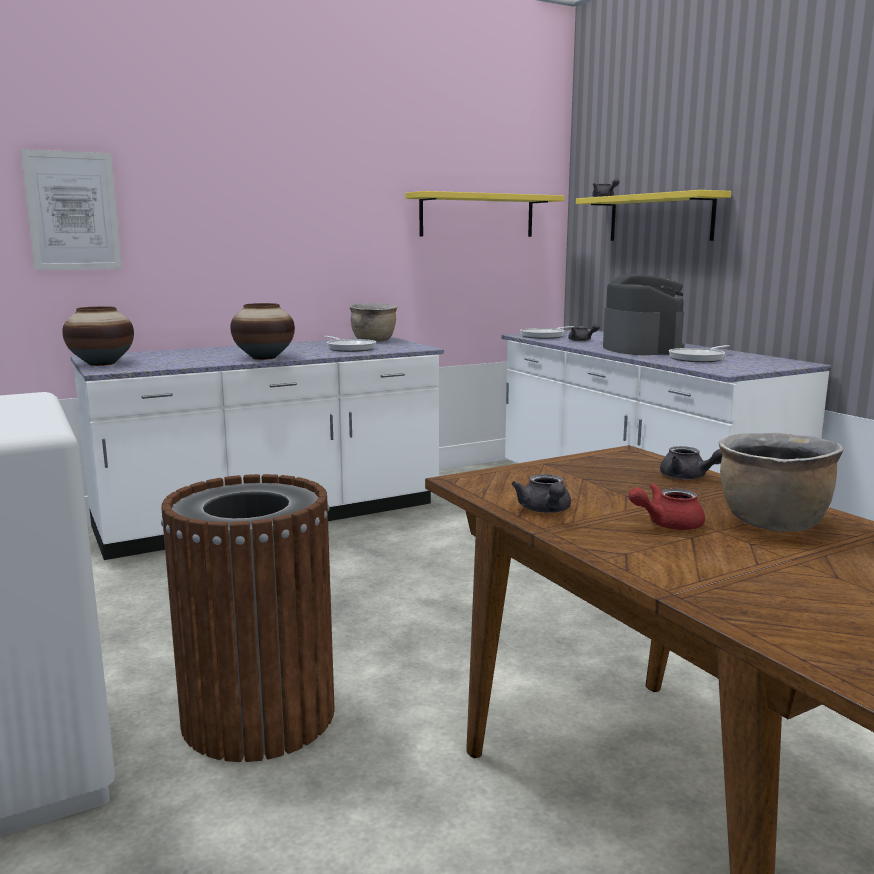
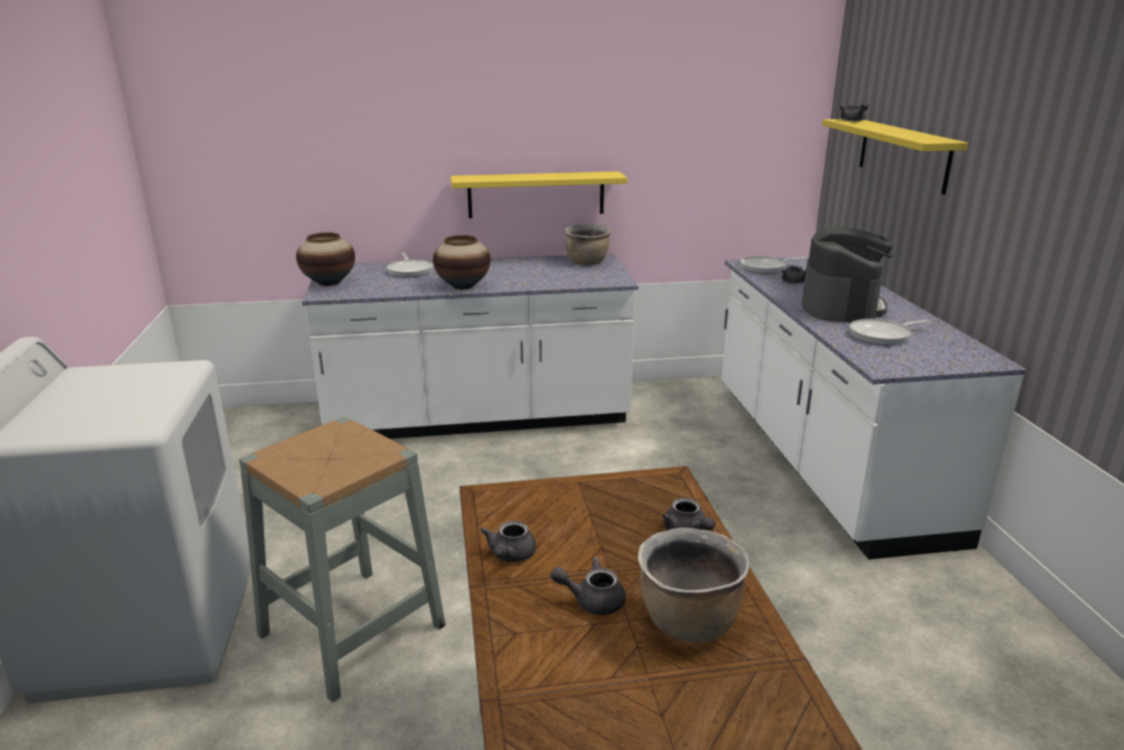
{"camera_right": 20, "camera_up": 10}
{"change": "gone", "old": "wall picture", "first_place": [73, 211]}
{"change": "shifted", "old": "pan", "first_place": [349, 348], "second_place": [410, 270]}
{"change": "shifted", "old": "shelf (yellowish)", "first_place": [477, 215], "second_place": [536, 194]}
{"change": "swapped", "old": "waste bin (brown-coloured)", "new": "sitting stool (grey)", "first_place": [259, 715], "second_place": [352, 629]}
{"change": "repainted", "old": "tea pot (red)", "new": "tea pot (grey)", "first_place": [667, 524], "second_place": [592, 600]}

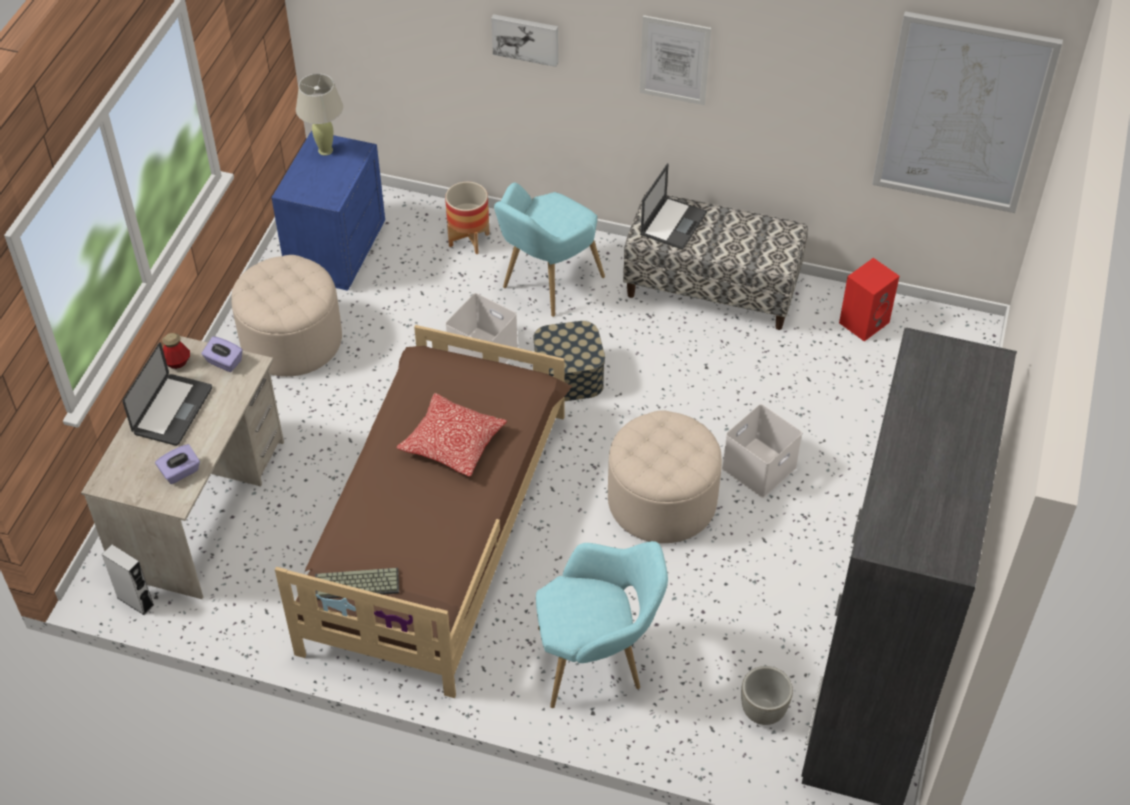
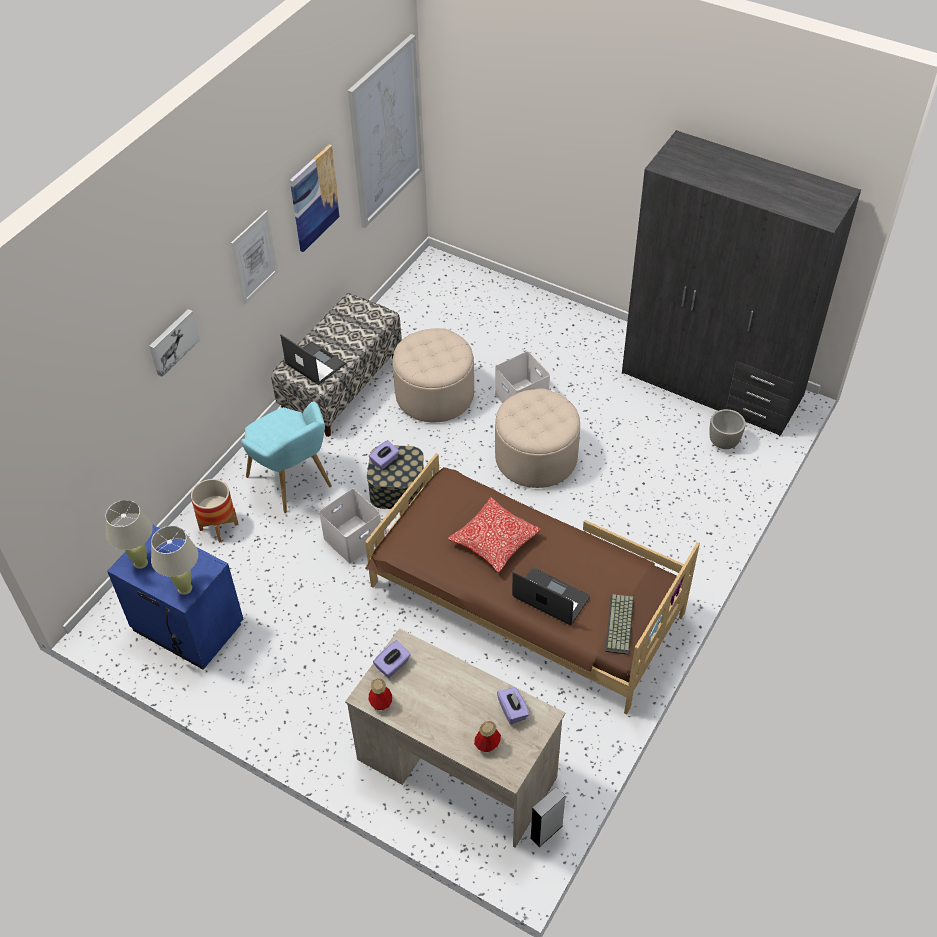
{"camera_right": -75, "camera_up": 0}
{"change": "gone", "old": "lounge chair (turquoise-coloured)", "first_place": [597, 661]}
{"change": "gone", "old": "audio speaker (red)", "first_place": [864, 321]}
{"change": "new", "new": "table lamp (beige)", "second_place": [185, 588]}
{"change": "new", "new": "wall picture", "second_place": [314, 198]}
{"change": "new", "new": "tissue holder (purplish)", "second_place": [384, 461]}
{"change": "new", "new": "bottle", "second_place": [487, 744]}
{"change": "shifted", "old": "portable computer", "first_place": [173, 411], "second_place": [551, 597]}
{"change": "shifted", "old": "ottoman (beige)", "first_place": [292, 340], "second_place": [434, 395]}

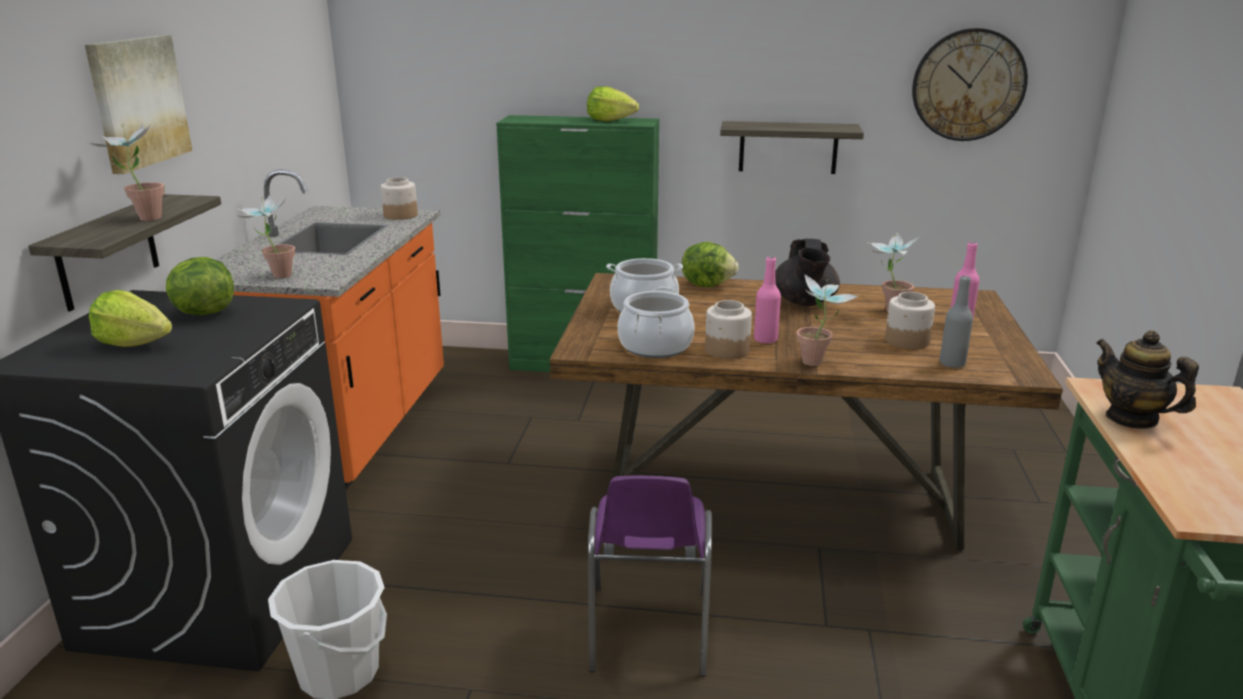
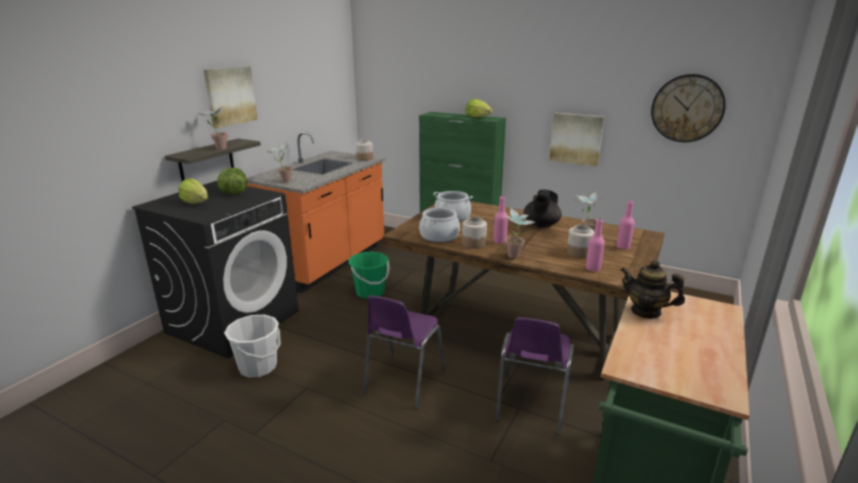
{"camera_right": 20, "camera_up": 0}
{"change": "gone", "old": "head of lettuce", "first_place": [707, 284]}
{"change": "new", "new": "pail (greenish)", "second_place": [370, 292]}
{"change": "new", "new": "chair (purplish)", "second_place": [531, 405]}
{"change": "swapped", "old": "shelf", "new": "wall picture", "first_place": [788, 147], "second_place": [576, 138]}
{"change": "repainted", "old": "bottle (grey)", "new": "bottle (pink-coloured)", "first_place": [952, 364], "second_place": [593, 268]}
{"change": "rotated", "old": "tea pot", "first_place": [1132, 418], "second_place": [646, 311], "degrees": -45}

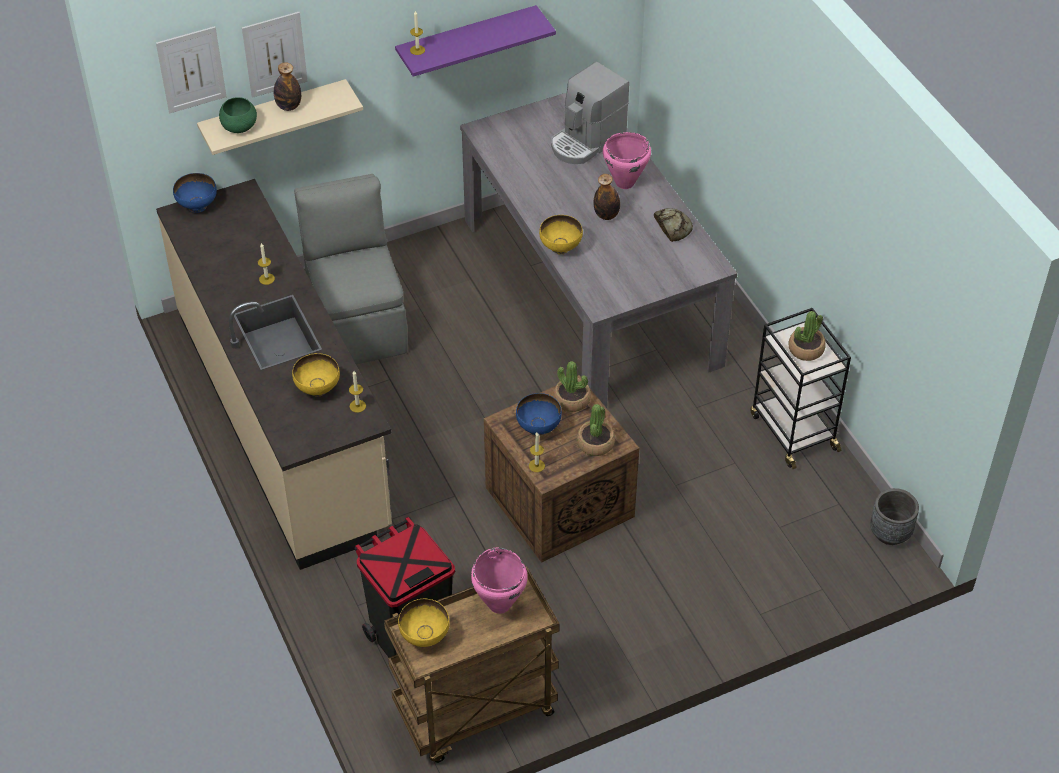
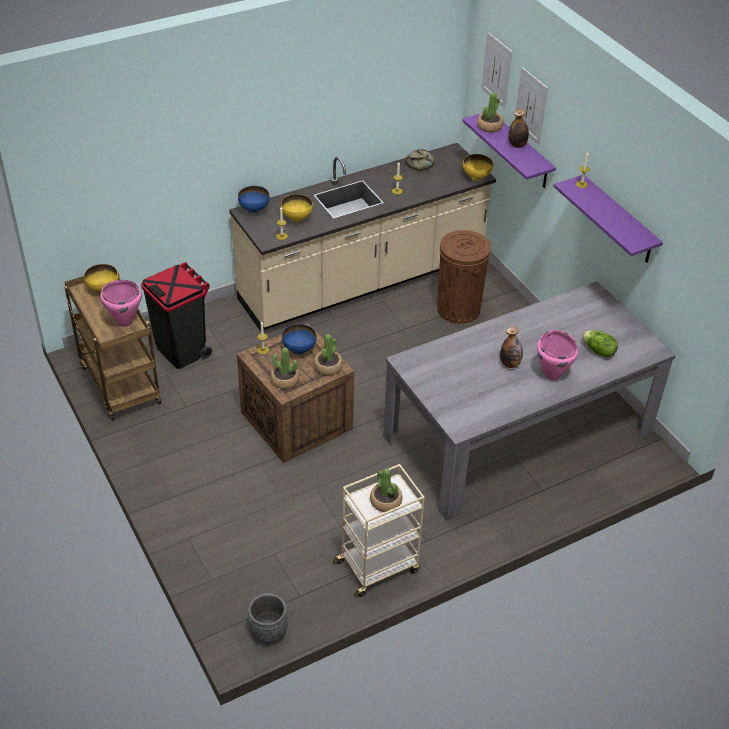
{"camera_right": 85, "camera_up": -5}
{"change": "shifted", "old": "deep dish (bluish)", "first_place": [198, 206], "second_place": [254, 210]}
{"change": "shifted", "old": "deep dish (yellowish)", "first_place": [560, 248], "second_place": [476, 177]}
{"change": "shifted", "old": "bread", "first_place": [672, 227], "second_place": [421, 163]}
{"change": "swapped", "old": "deep dish (greenish)", "new": "houseplant", "first_place": [239, 127], "second_place": [489, 126]}
{"change": "swapped", "old": "chair (grey)", "new": "waste bin (brown-coloured)", "first_place": [357, 323], "second_place": [458, 309]}
{"change": "swapped", "old": "coffee machine", "new": "head of lettuce", "first_place": [586, 141], "second_place": [598, 351]}
{"change": "repainted", "old": "shelf (beige)", "new": "shelf (purplish)", "first_place": [274, 116], "second_place": [520, 151]}
{"change": "repainted", "old": "wheeled cart (blackish)", "new": "wheeled cart (beige)", "first_place": [792, 431], "second_place": [378, 566]}

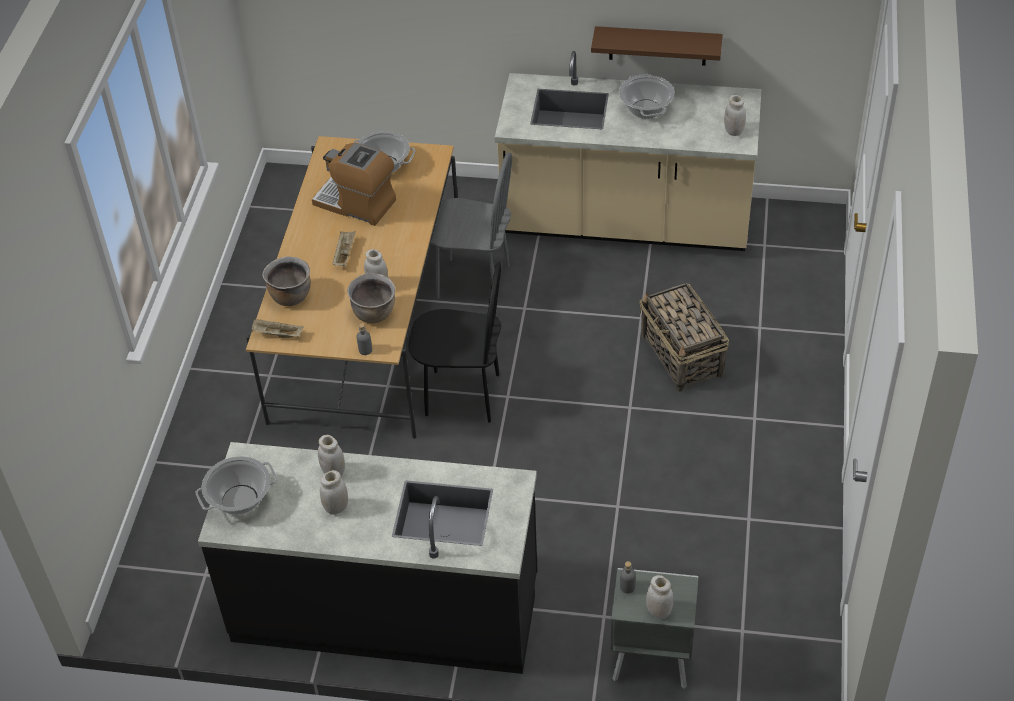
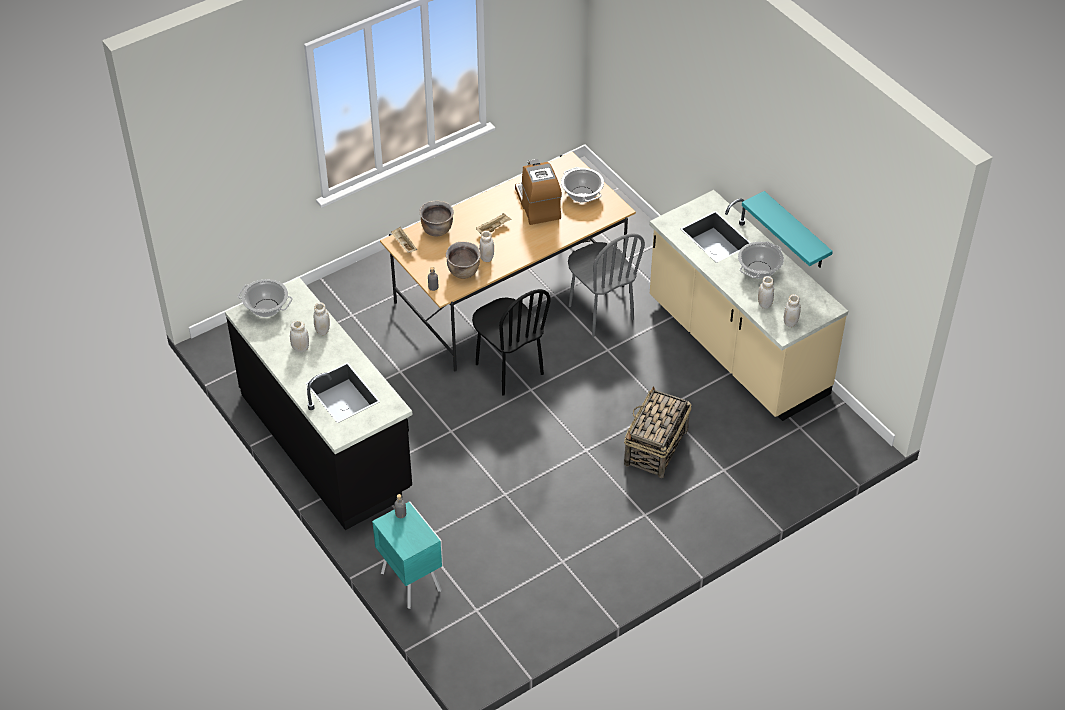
{"camera_right": 45, "camera_up": 0}
{"change": "shifted", "old": "preserve jar (white)", "first_place": [658, 611], "second_place": [764, 304]}
{"change": "repainted", "old": "shelf (brown-coloured)", "new": "shelf (turquoise-coloured)", "first_place": [657, 46], "second_place": [796, 232]}
{"change": "repainted", "old": "night table (grey)", "new": "night table (turquoise-coloured)", "first_place": [649, 661], "second_place": [411, 580]}

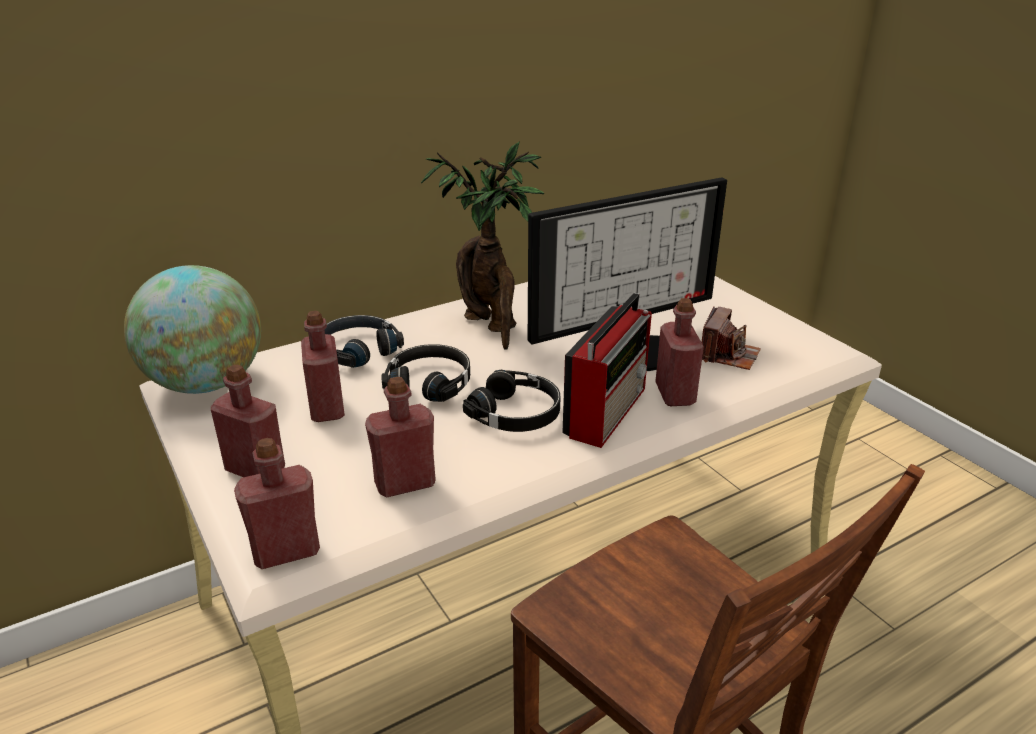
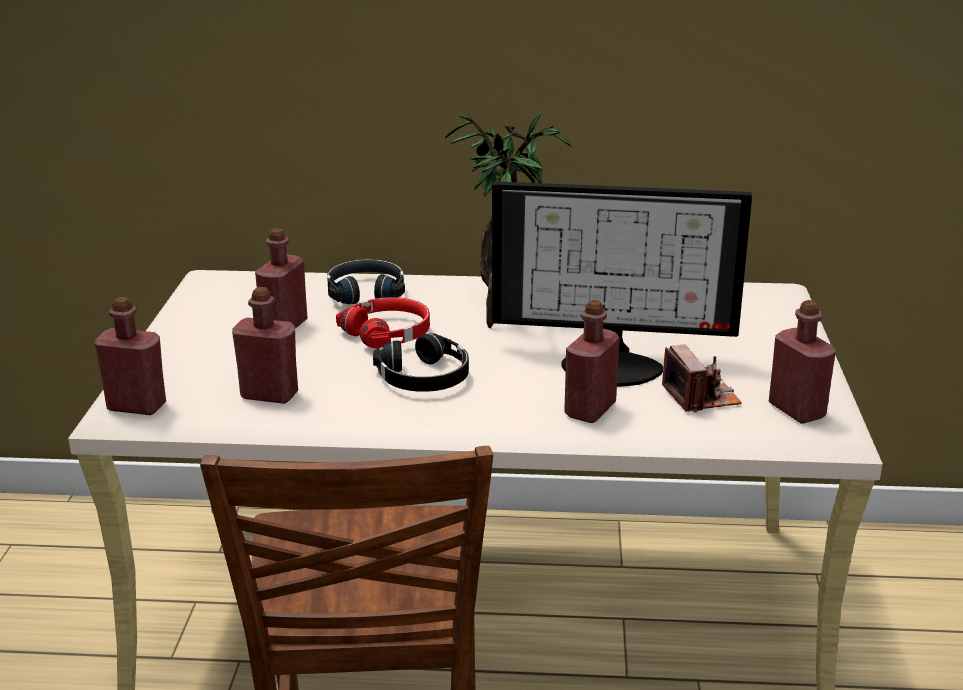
{"camera_right": 35, "camera_up": -5}
{"change": "gone", "old": "world globe", "first_place": [206, 384]}
{"change": "gone", "old": "radio", "first_place": [607, 410]}
{"change": "shifted", "old": "bottle (red)", "first_place": [255, 470], "second_place": [796, 410]}
{"change": "repainted", "old": "pair of headphones (blackish)", "new": "pair of headphones (red)", "first_place": [430, 382], "second_place": [388, 333]}
{"change": "rotated", "old": "photo camera", "first_place": [728, 355], "second_place": [701, 397], "degrees": -75}

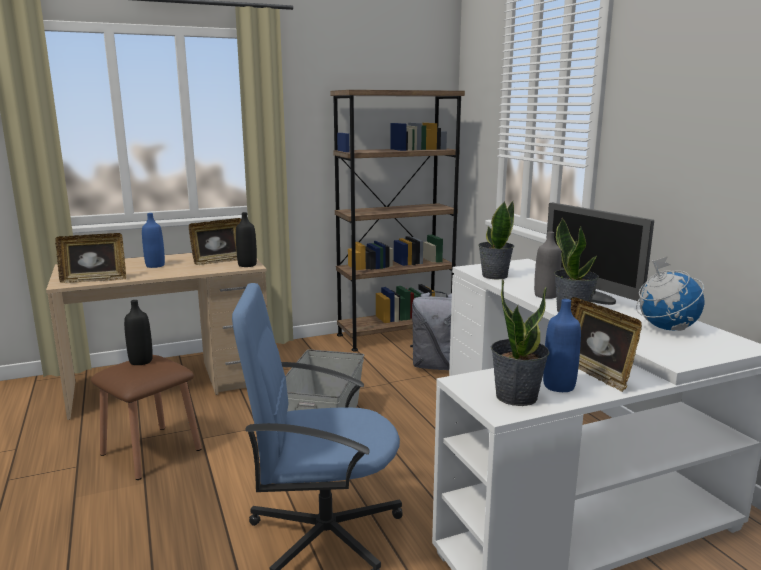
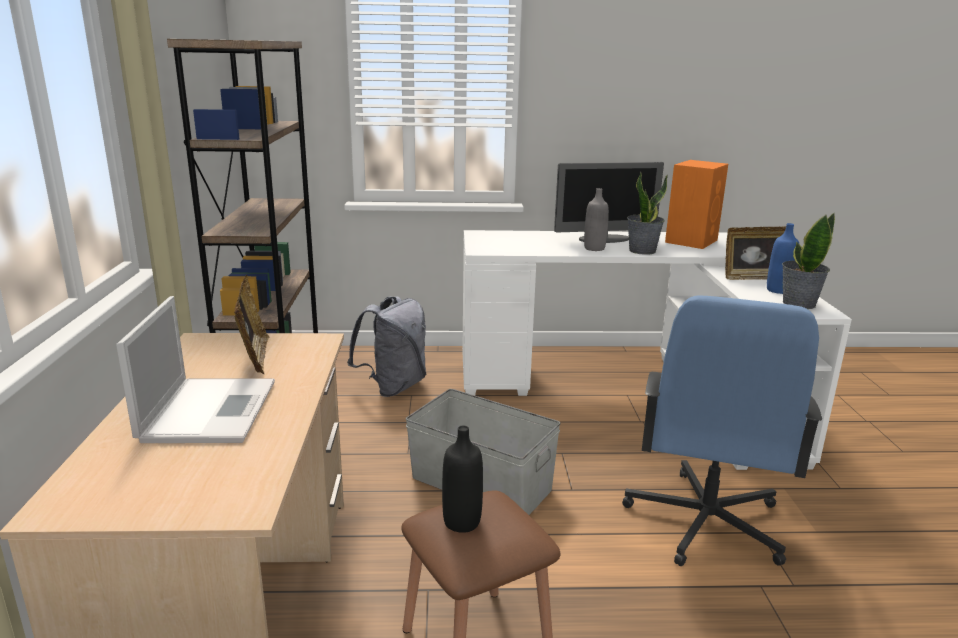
{"camera_right": -70, "camera_up": 5}
{"change": "gone", "old": "photo frame", "first_place": [94, 280]}
{"change": "gone", "old": "bottle (blackish)", "first_place": [247, 265]}
{"change": "gone", "old": "houseplant", "first_place": [494, 276]}
{"change": "swapped", "old": "bottle (bluish)", "new": "portable computer", "first_place": [155, 265], "second_place": [210, 409]}
{"change": "swapped", "old": "world globe", "new": "audio speaker (orange)", "first_place": [666, 328], "second_place": [692, 241]}

